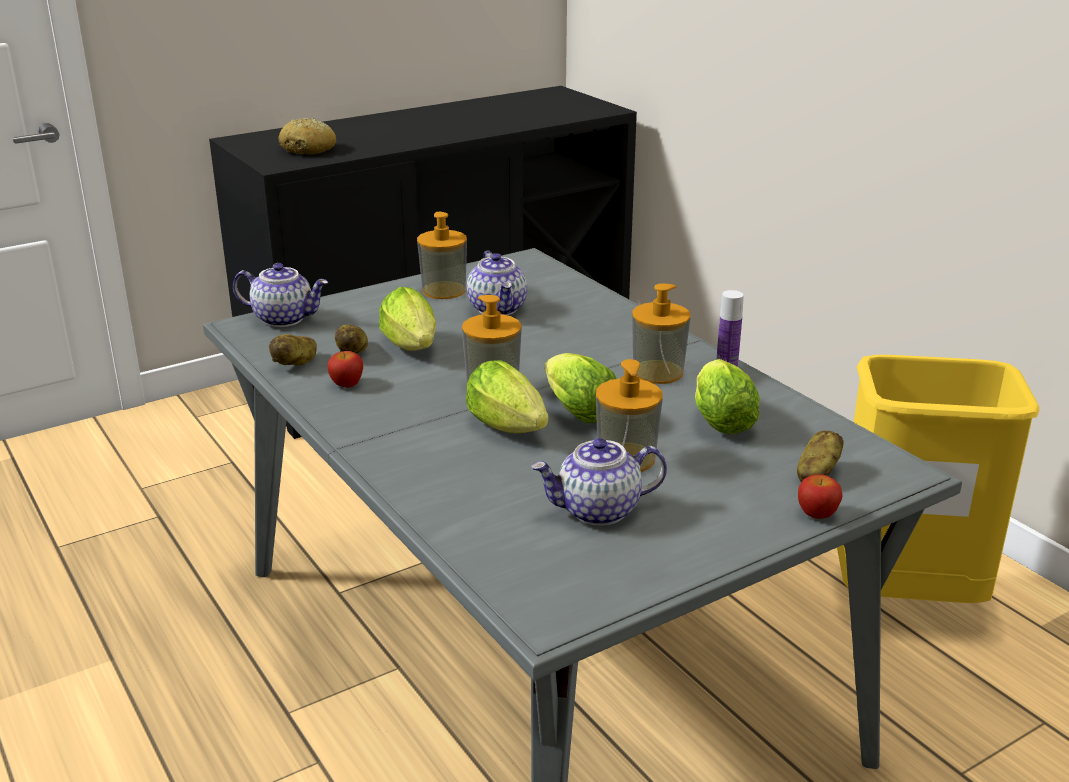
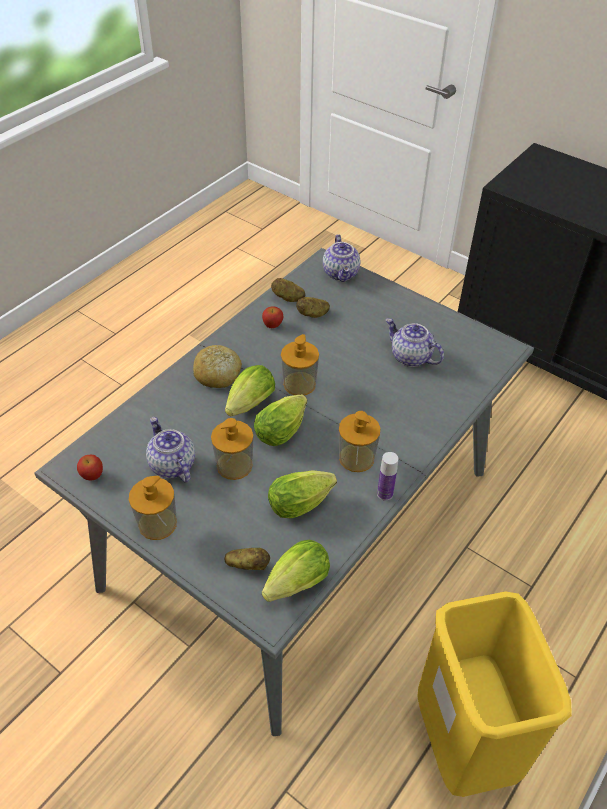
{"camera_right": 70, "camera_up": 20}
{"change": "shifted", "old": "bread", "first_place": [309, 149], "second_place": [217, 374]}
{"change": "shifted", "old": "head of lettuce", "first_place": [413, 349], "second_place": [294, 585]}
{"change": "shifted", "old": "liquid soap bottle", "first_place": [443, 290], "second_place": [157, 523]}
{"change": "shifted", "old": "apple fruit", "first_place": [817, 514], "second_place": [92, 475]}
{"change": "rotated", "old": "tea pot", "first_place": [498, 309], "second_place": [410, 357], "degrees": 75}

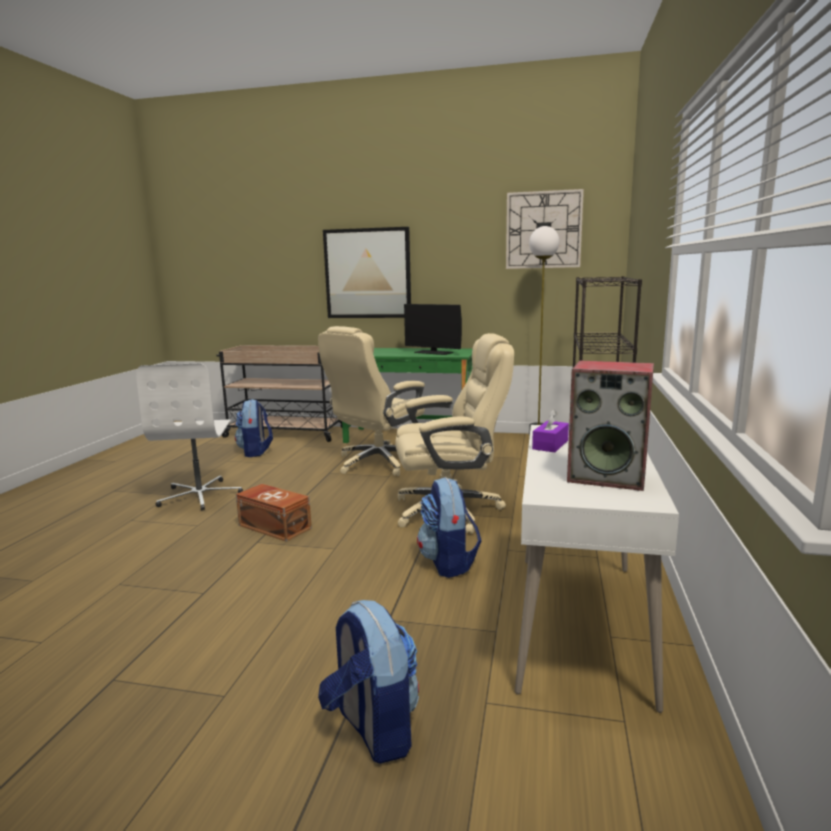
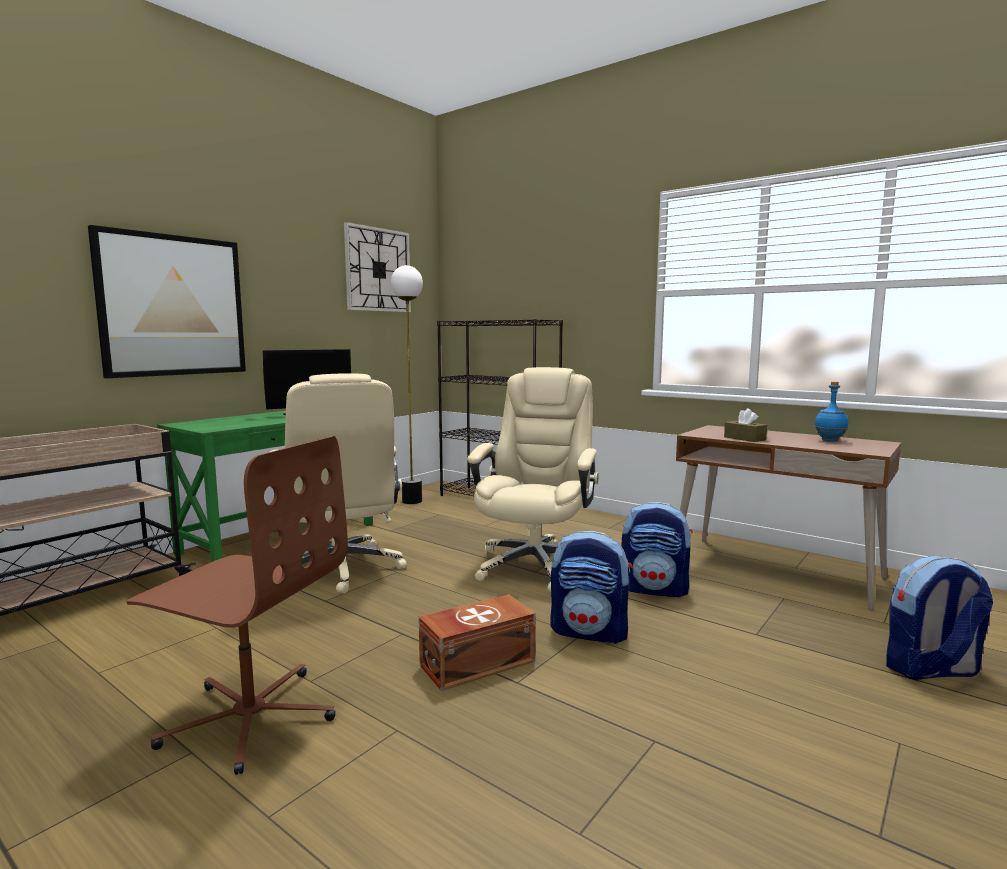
{"camera_right": -65, "camera_up": -5}
{"change": "shifted", "old": "backpack", "first_place": [256, 452], "second_place": [590, 632]}
{"change": "swapped", "old": "audio speaker", "new": "bottle (bluish)", "first_place": [608, 476], "second_place": [829, 440]}
{"change": "repainted", "old": "computer chair (white)", "new": "computer chair (brown-coloured)", "first_place": [200, 495], "second_place": [250, 717]}
{"change": "repainted", "old": "desk unit (white)", "new": "desk unit (brown-coloured)", "first_place": [581, 622], "second_place": [775, 570]}
{"change": "repainted", "old": "tissue holder (purplish)", "new": "tissue holder (brown-coloured)", "first_place": [550, 445], "second_place": [744, 438]}

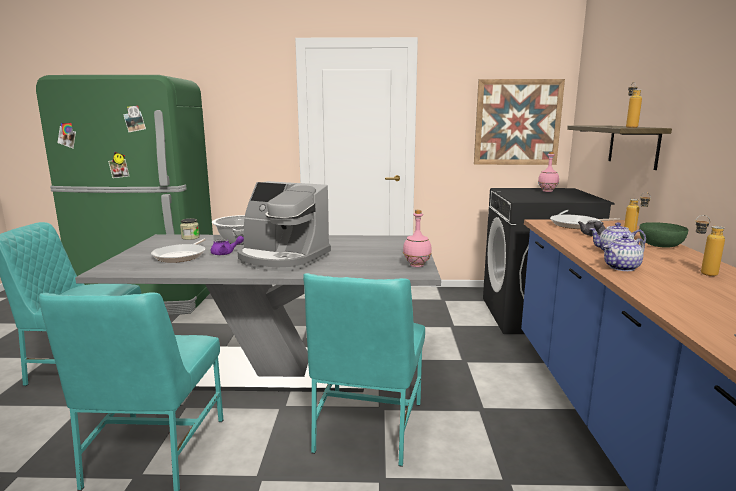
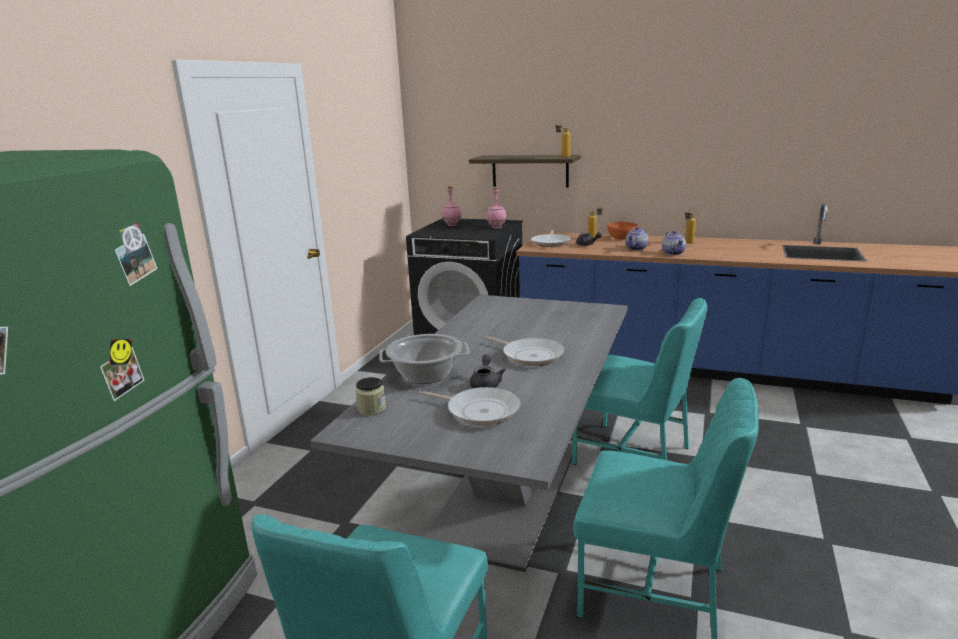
{"camera_right": -70, "camera_up": 5}
{"change": "gone", "old": "wall picture", "first_place": [517, 122]}
{"change": "shifted", "old": "bottle (pink-coloured)", "first_place": [417, 265], "second_place": [497, 228]}
{"change": "swapped", "old": "coffee machine", "new": "pan", "first_place": [282, 258], "second_place": [530, 355]}
{"change": "repainted", "old": "tea pot (purplish)", "new": "tea pot (grey)", "first_place": [226, 253], "second_place": [486, 383]}
{"change": "repainted", "old": "deep dish (greenish)", "new": "deep dish (orange)", "first_place": [661, 245], "second_place": [622, 238]}

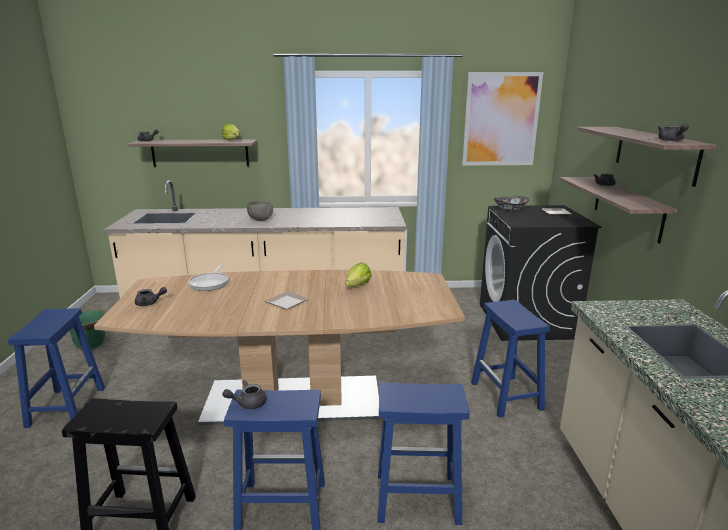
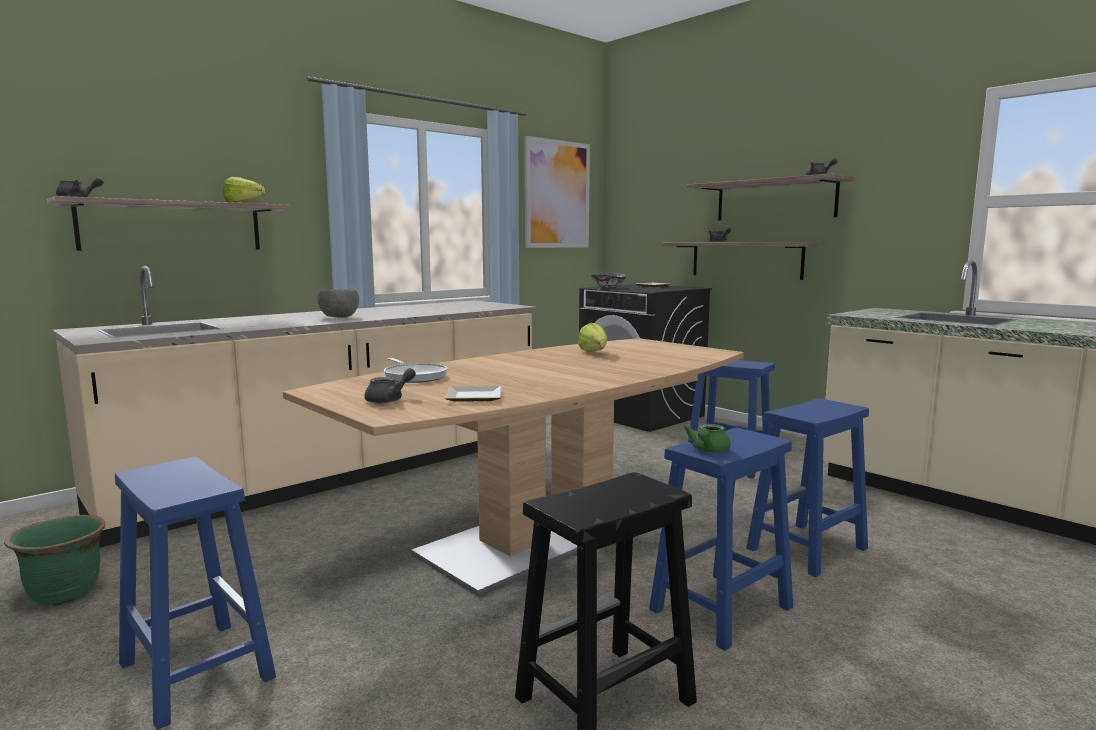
{"camera_right": -40, "camera_up": -10}
{"change": "shifted", "old": "plate", "first_place": [287, 303], "second_place": [476, 397]}
{"change": "repainted", "old": "tea pot (grey)", "new": "tea pot (greenish)", "first_place": [247, 403], "second_place": [707, 450]}

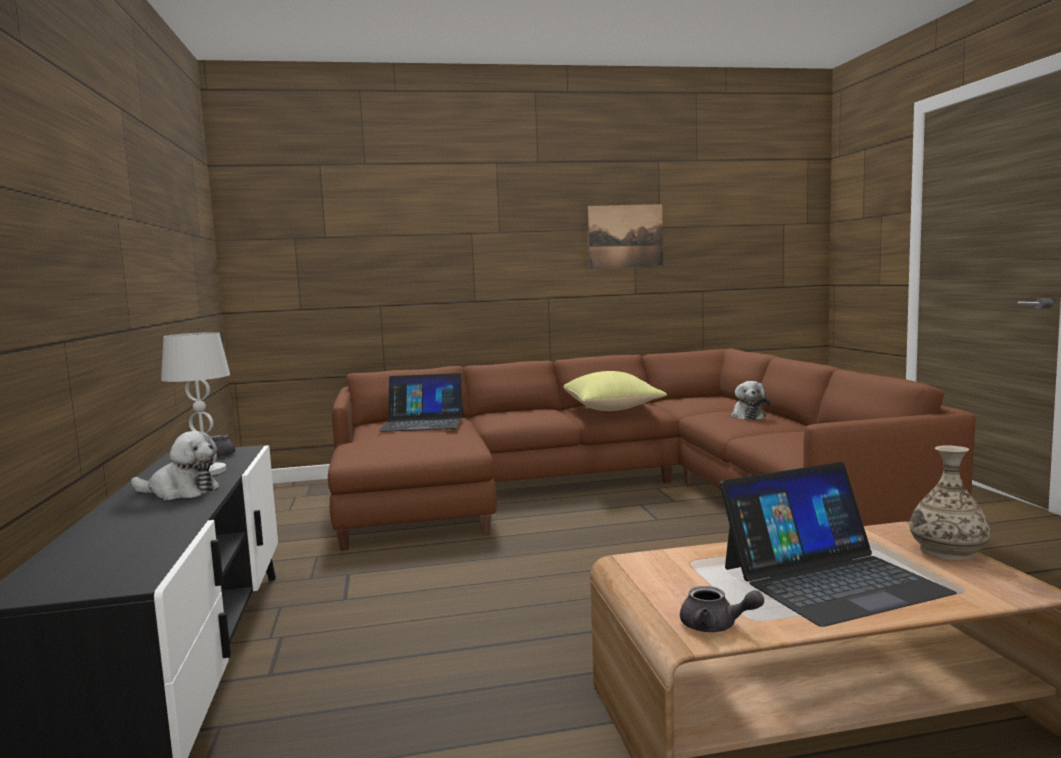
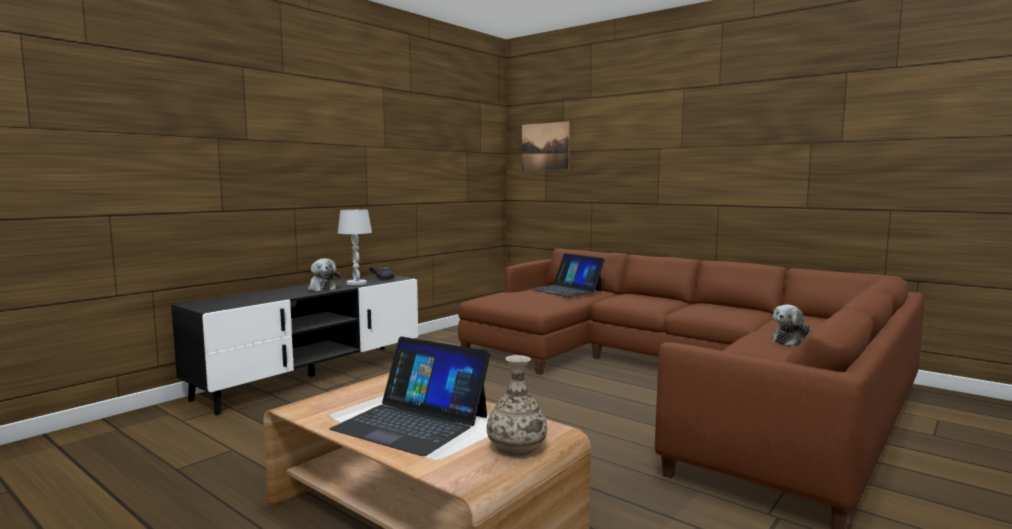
{"camera_right": 50, "camera_up": 0}
{"change": "gone", "old": "cushion (yellowish)", "first_place": [613, 409]}
{"change": "gone", "old": "tea pot (grey)", "first_place": [716, 626]}
{"change": "shifted", "old": "wall picture", "first_place": [625, 236], "second_place": [545, 146]}

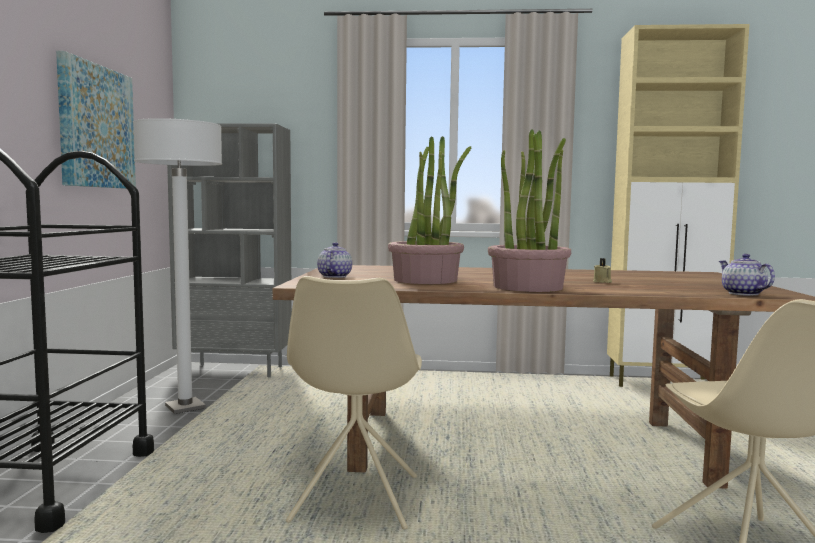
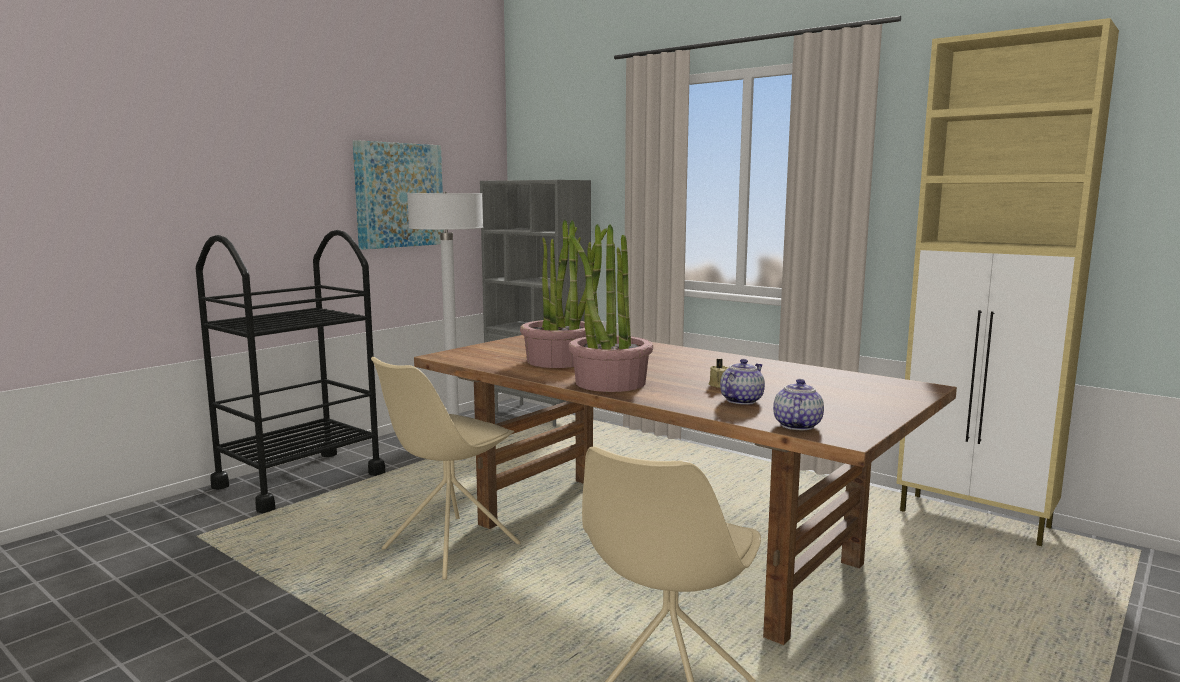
{"camera_right": 35, "camera_up": 5}
{"change": "shifted", "old": "tea pot", "first_place": [334, 276], "second_place": [740, 400]}

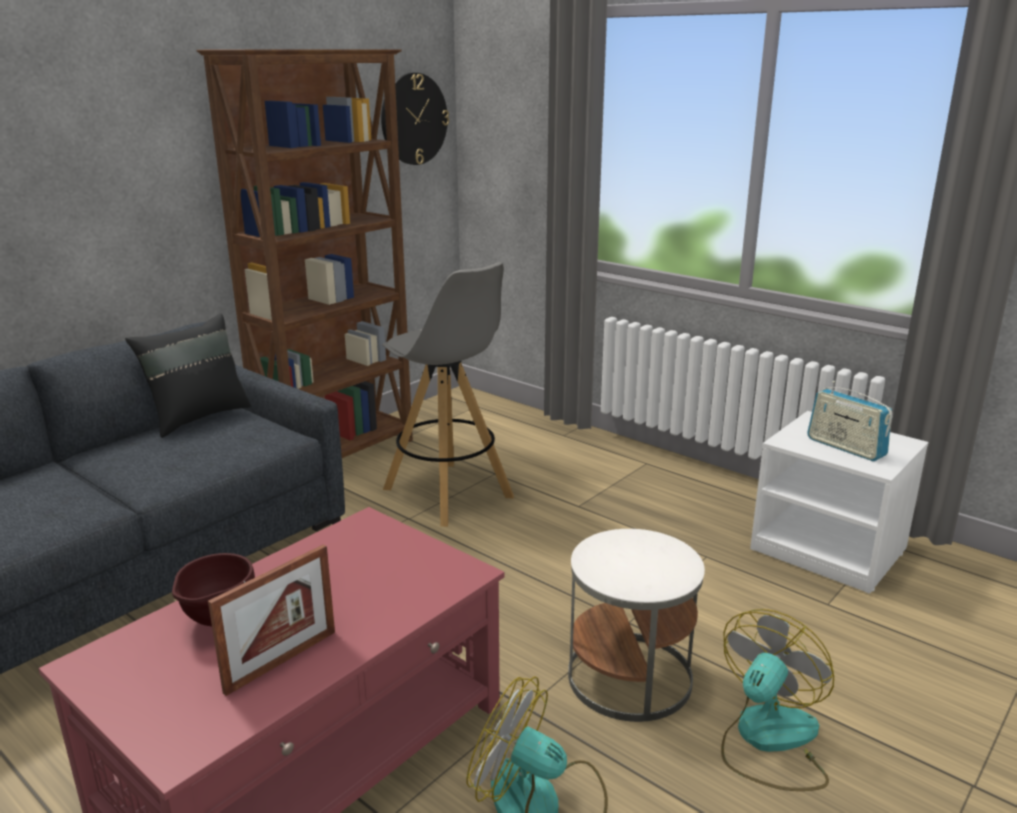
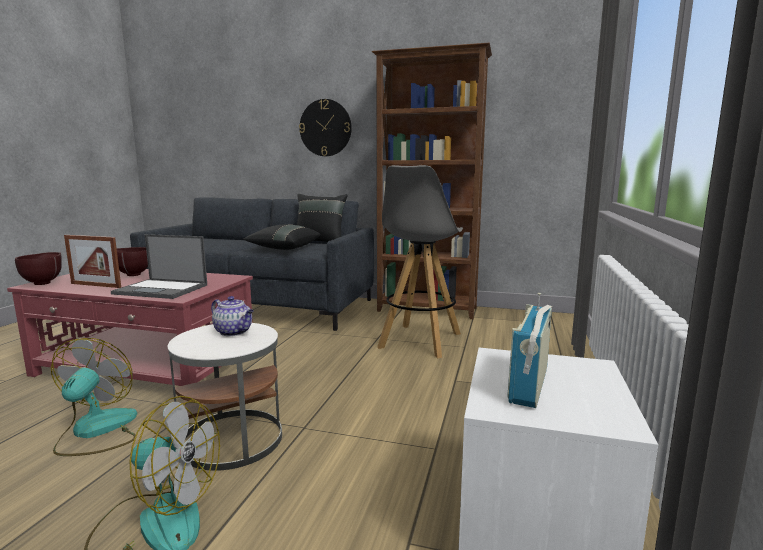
{"camera_right": 65, "camera_up": -10}
{"change": "new", "new": "deep dish (brown-coloured)", "second_place": [44, 283]}
{"change": "new", "new": "portable computer", "second_place": [162, 289]}
{"change": "new", "new": "tea pot", "second_place": [234, 332]}
{"change": "new", "new": "cushion (blackish)", "second_place": [283, 248]}
{"change": "shifted", "old": "wall clock", "first_place": [414, 119], "second_place": [325, 128]}

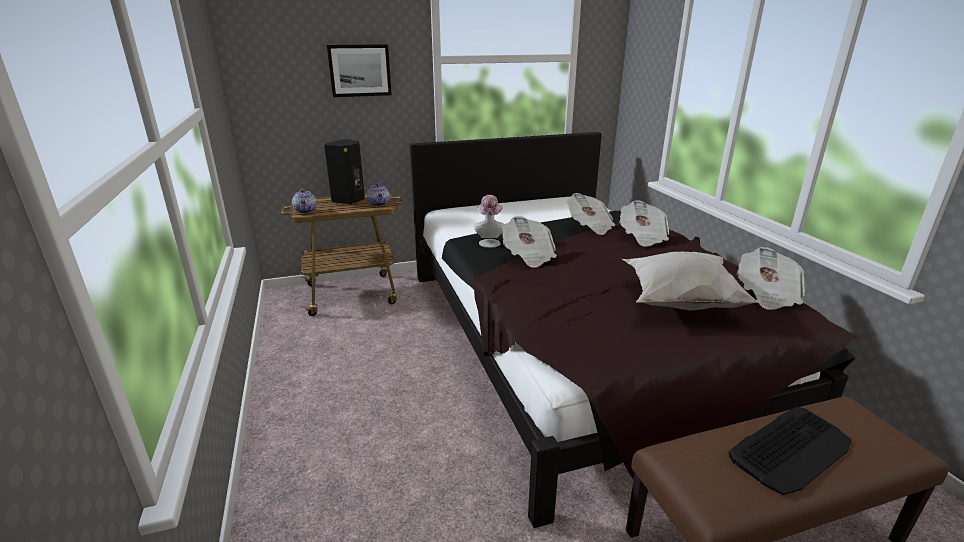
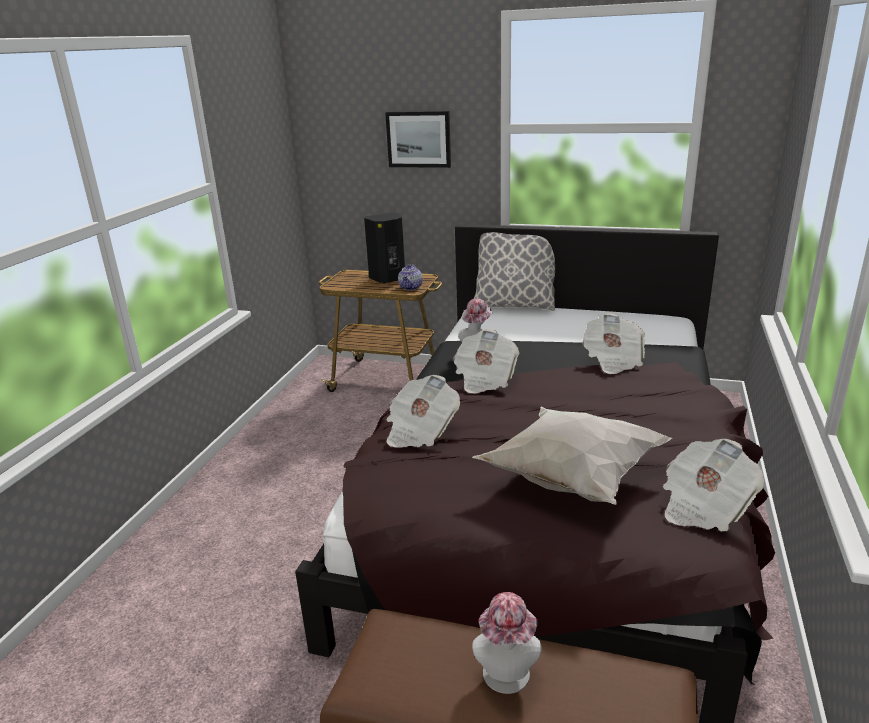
{"camera_right": 35, "camera_up": 0}
{"change": "gone", "old": "tea pot", "first_place": [306, 211]}
{"change": "new", "new": "cushion", "second_place": [514, 305]}
{"change": "shifted", "old": "newspaper", "first_place": [642, 237], "second_place": [420, 431]}
{"change": "swapped", "old": "computer keyboard", "new": "hat", "first_place": [791, 449], "second_place": [507, 679]}

